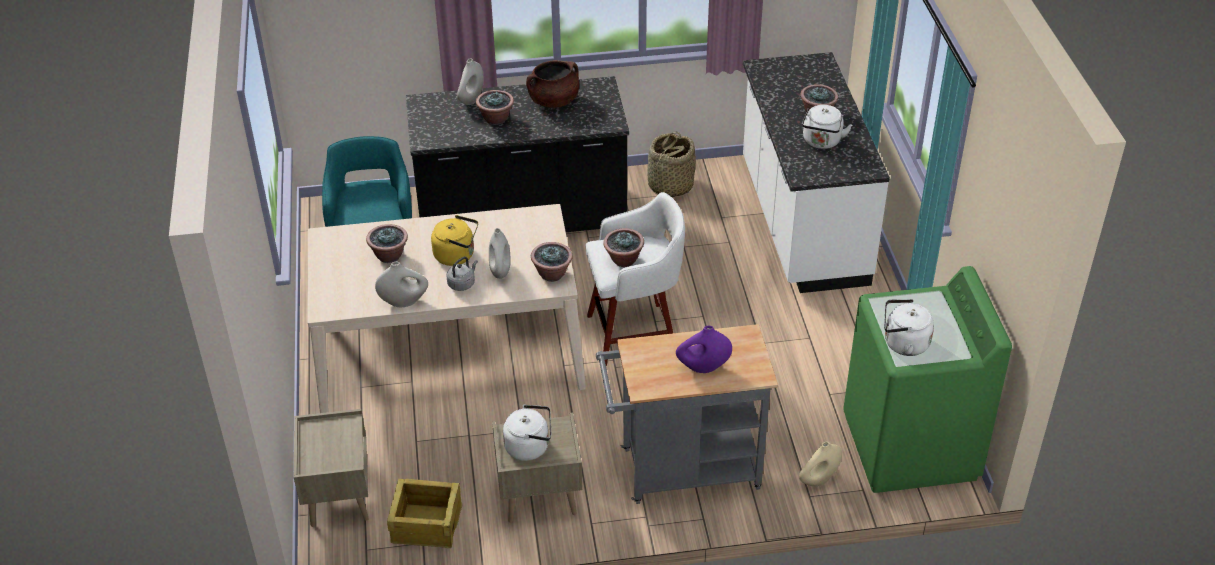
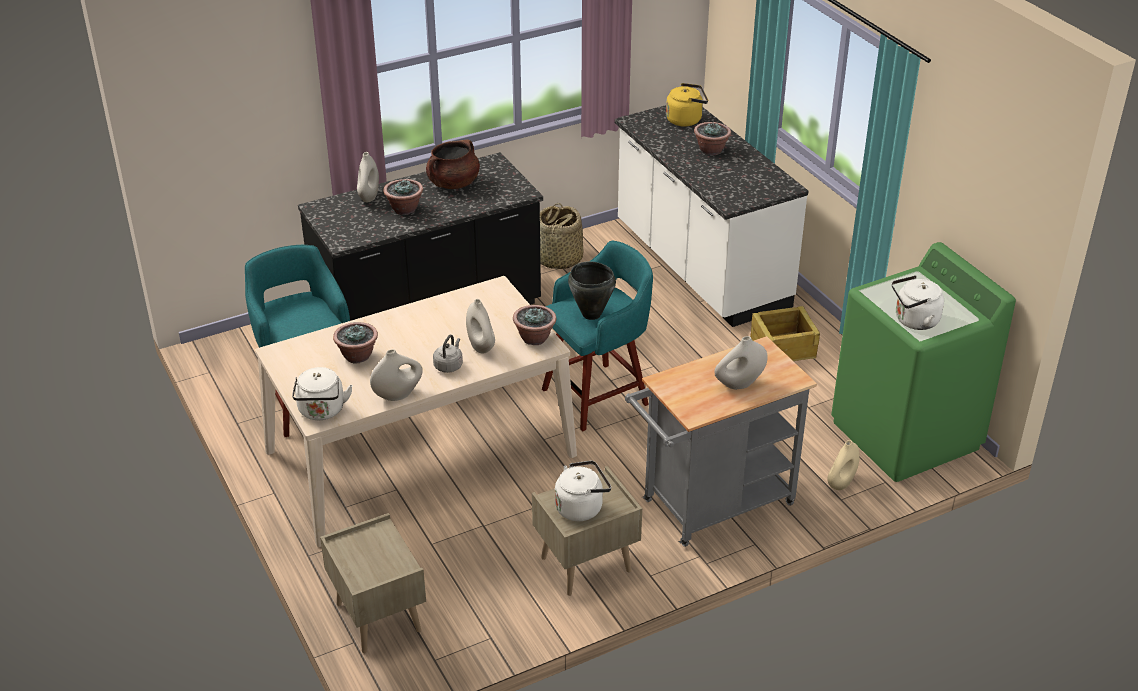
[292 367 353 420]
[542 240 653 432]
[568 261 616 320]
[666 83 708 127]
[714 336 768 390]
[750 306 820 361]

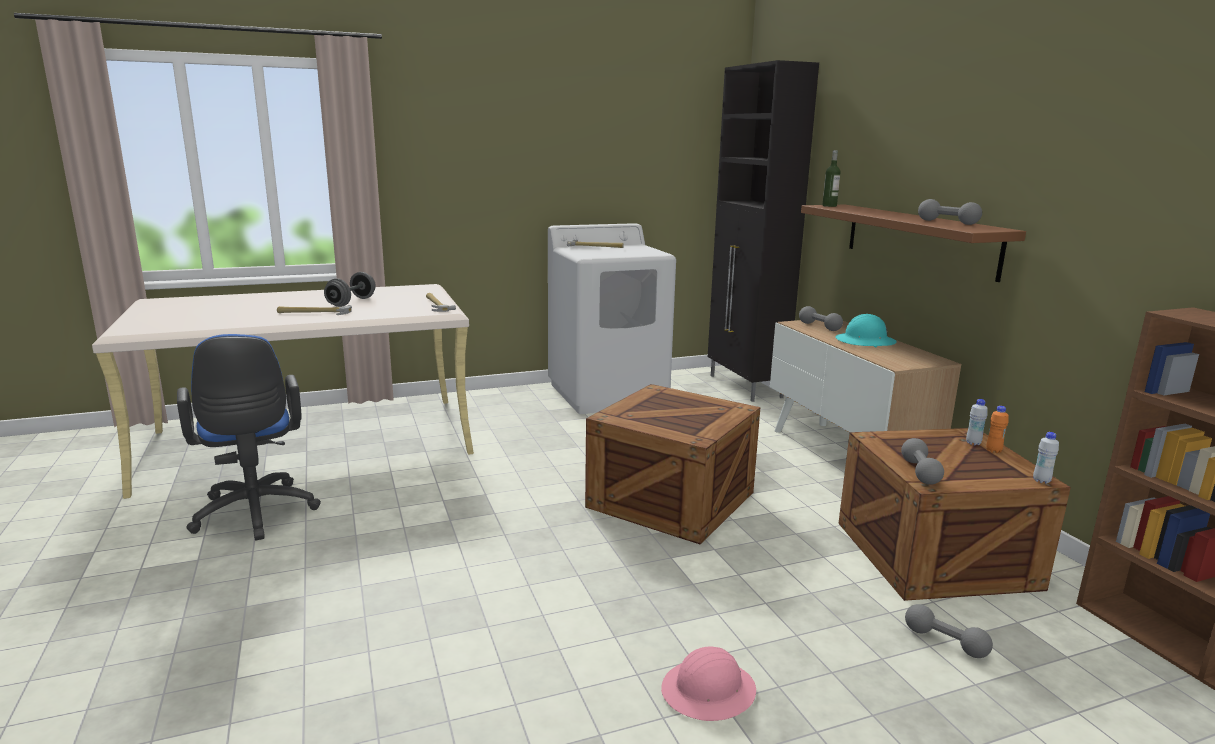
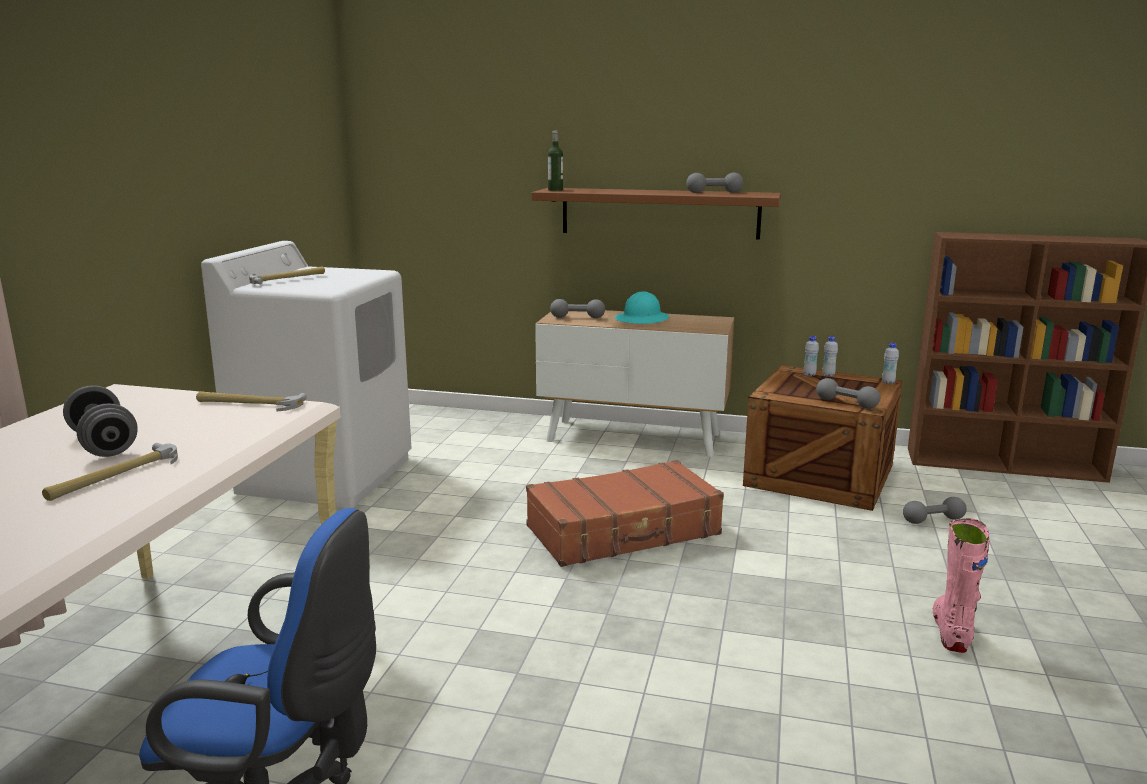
[526 460 724 567]
[822 336 838 377]
[933 518 990 653]
[708 60 819 402] (first image)

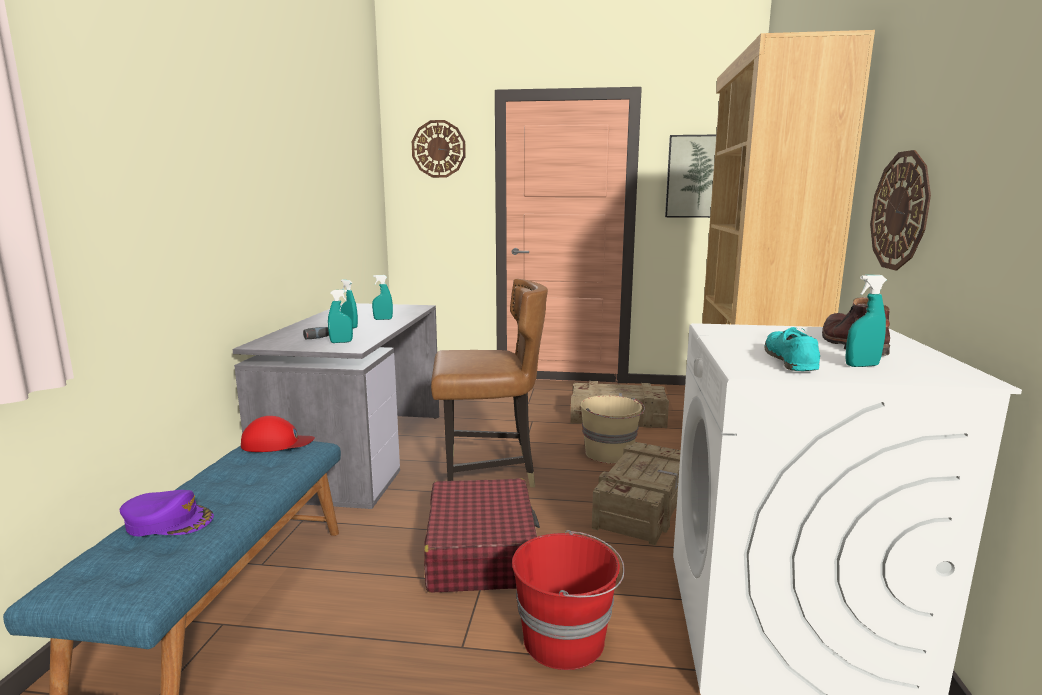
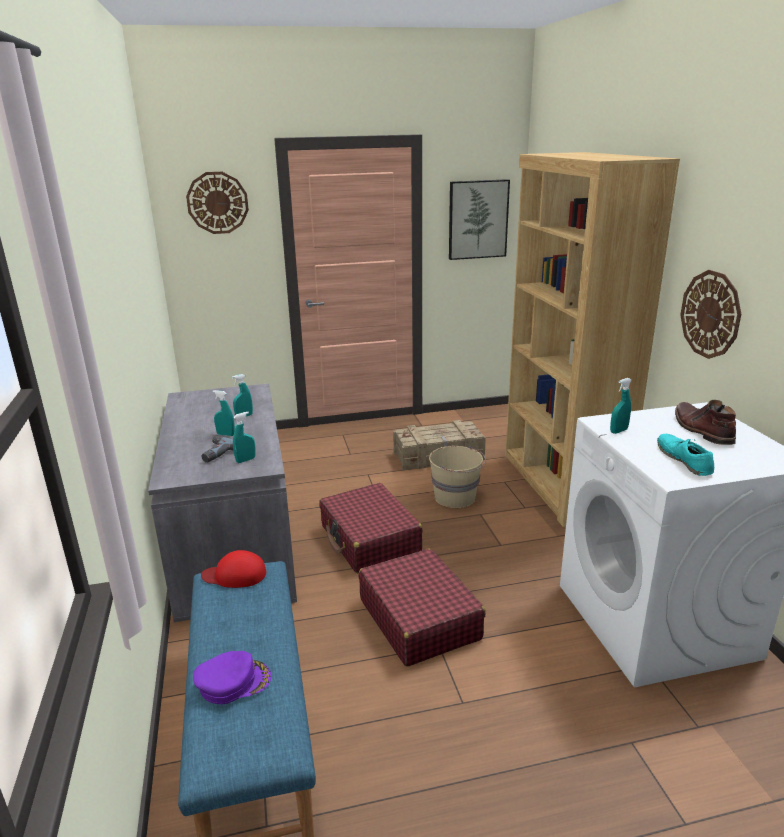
[201 550 266 588]
[319 483 423 573]
[610 378 632 434]
[512 530 625 670] (first image)
[592 442 681 546] (first image)

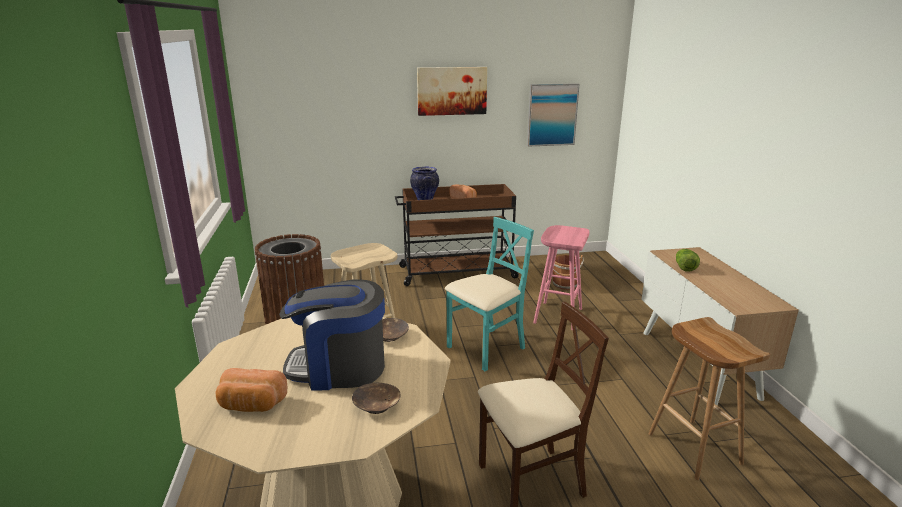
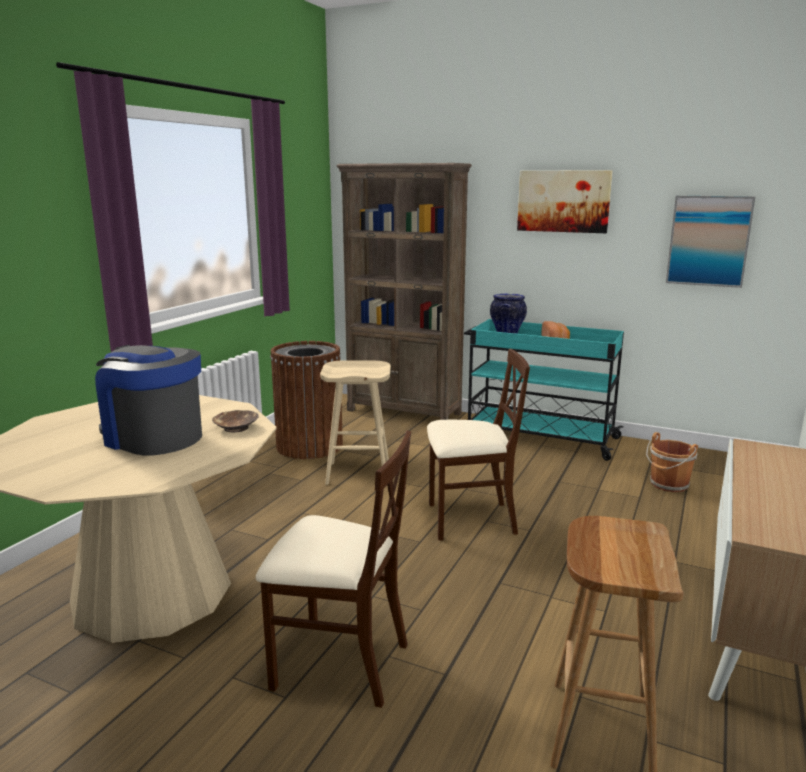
[336 163 472 420]
[427 349 530 541]
[464 319 624 461]
[216 368 287 412] (first image)
[352 383 401 414] (first image)
[533 225 589 331] (first image)
[676 249 700 272] (first image)

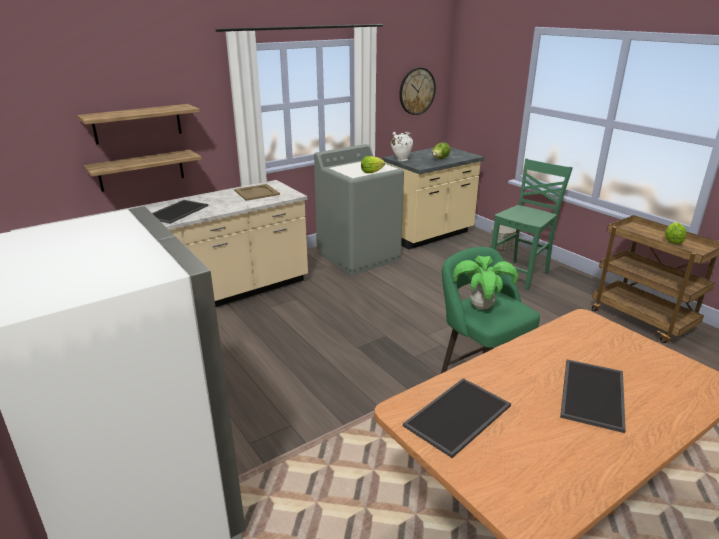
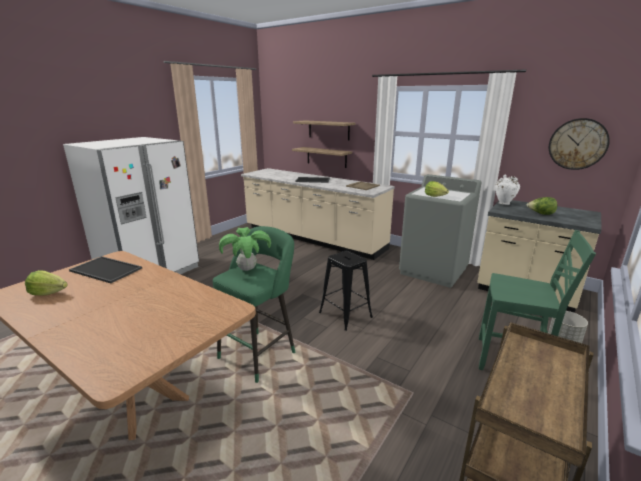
[25 270 68 296]
[319 251 373 331]
[560 360 626 433] (first image)

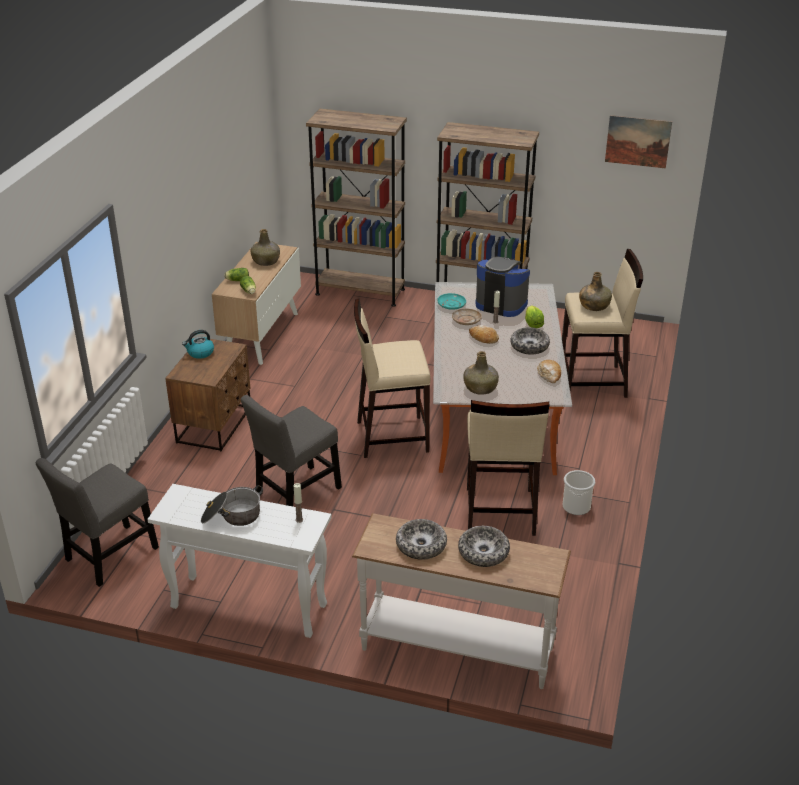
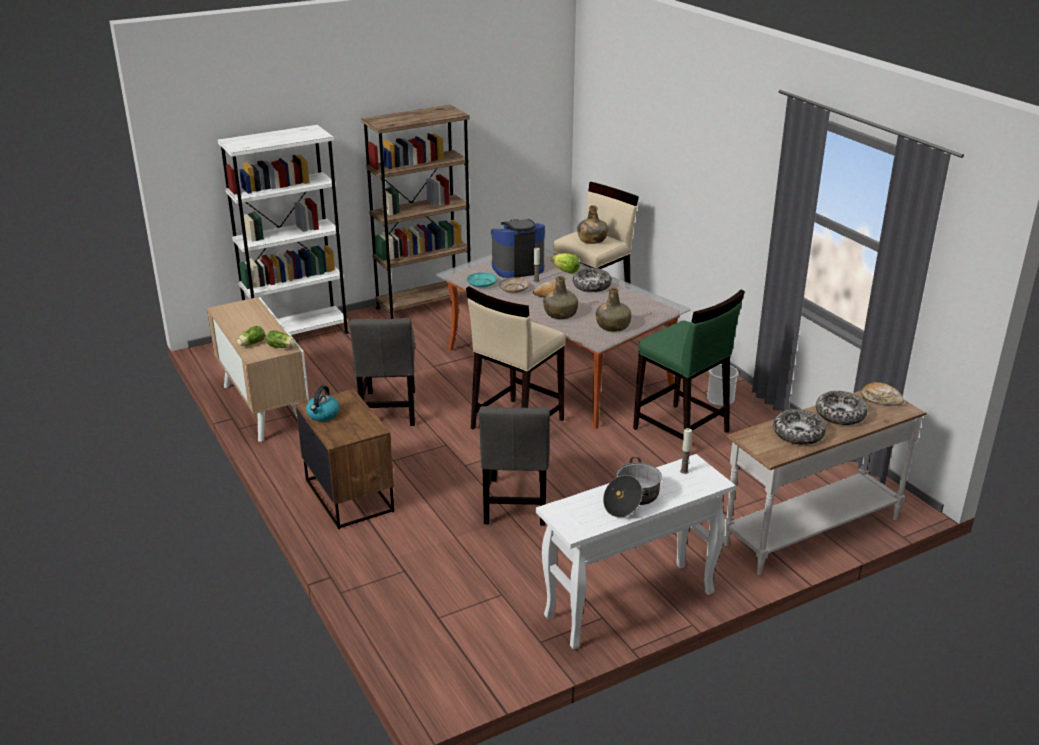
[218 125 349 335]
[349 318 415 426]
[543 276 578 319]
[633 289 745 439]
[861 382 904 406]
[605 115 672 168] (first image)

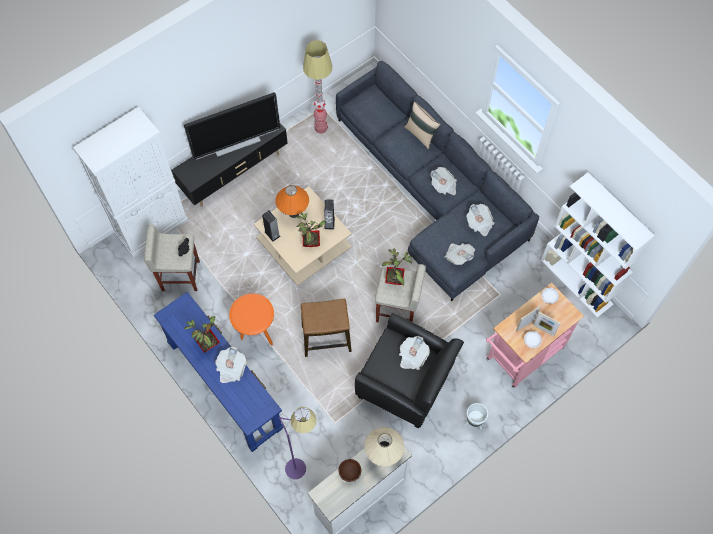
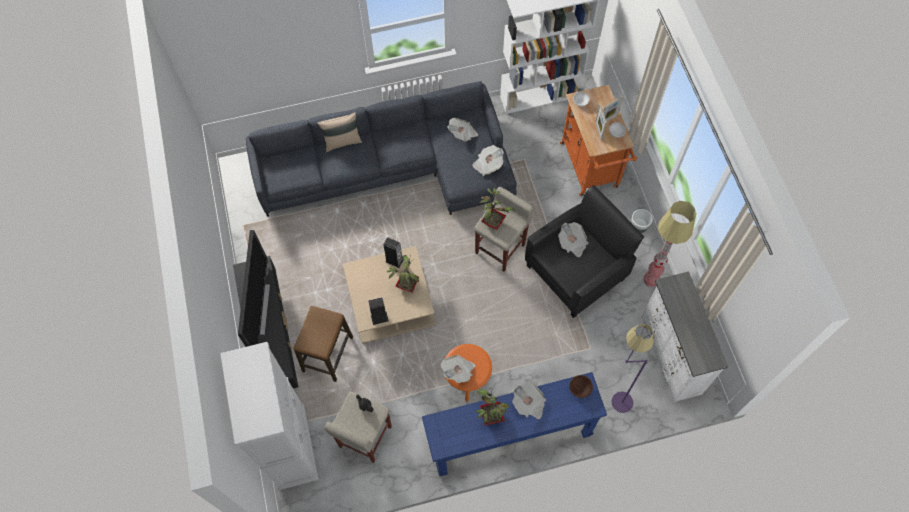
[294 306 353 382]
[441 355 475 383]
[560 85 637 196]
[569 375 593 398]
[643 201 696 287]
[275 185 309 218] (first image)
[364 427 405 467] (first image)

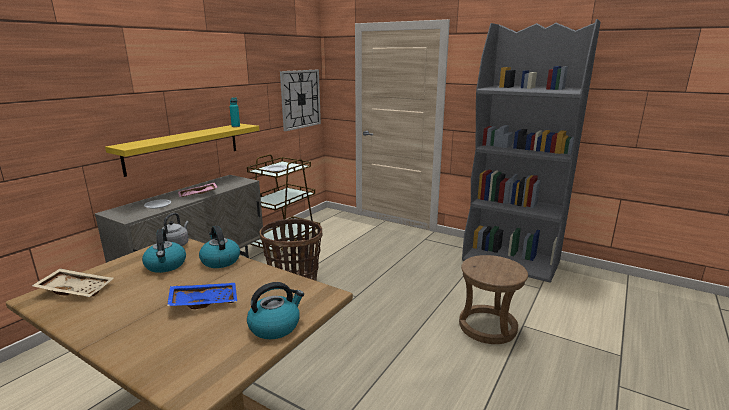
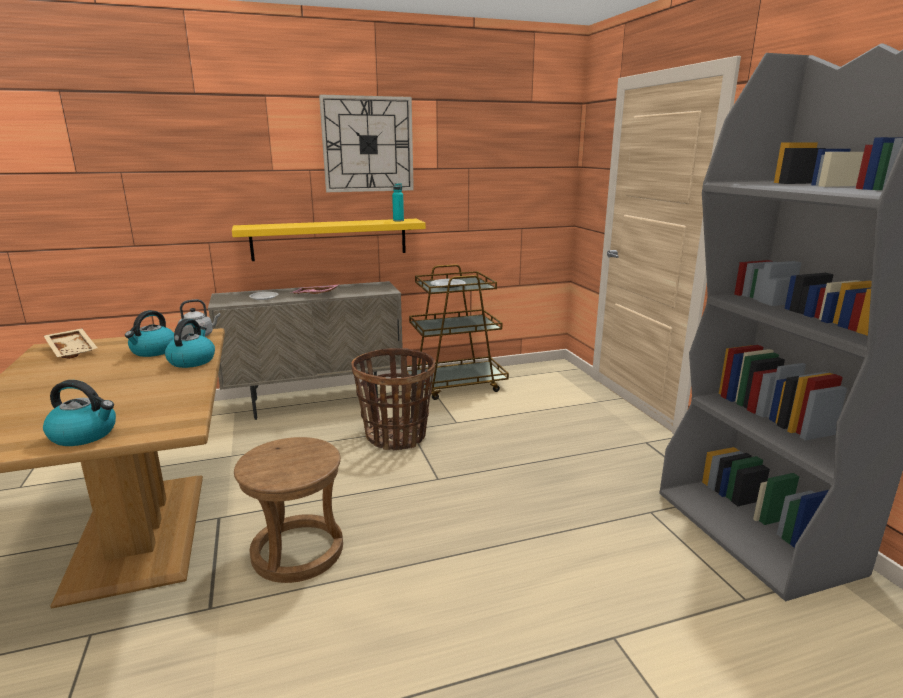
[234 437 343 583]
[319 94 414 192]
[167 283 237 309] (first image)

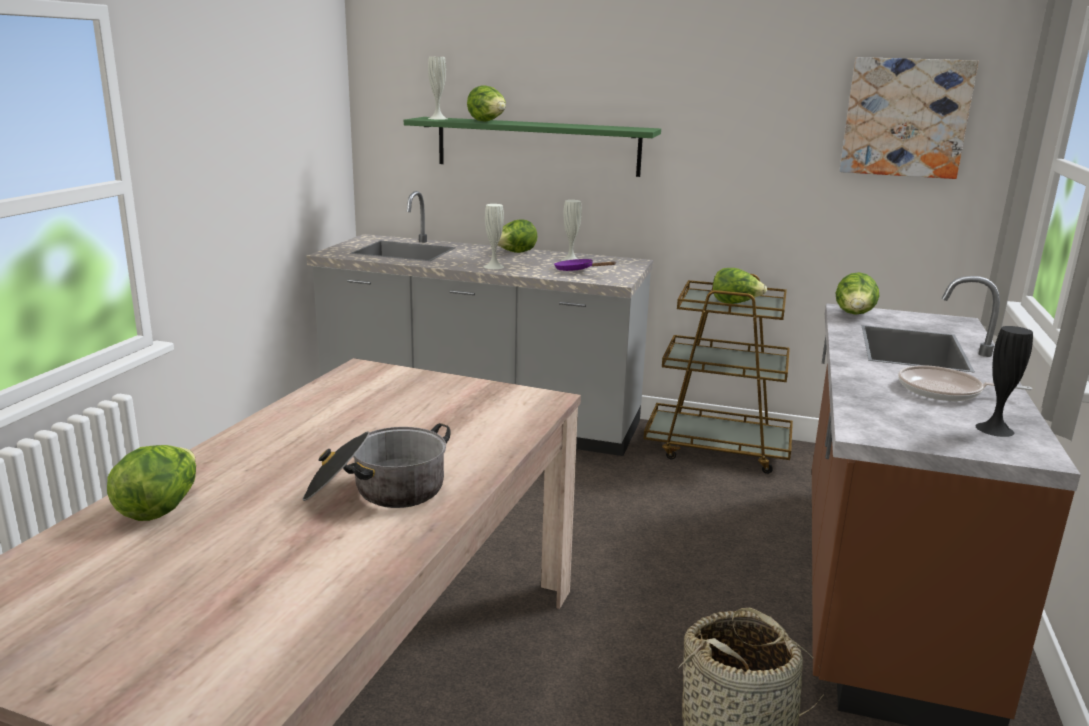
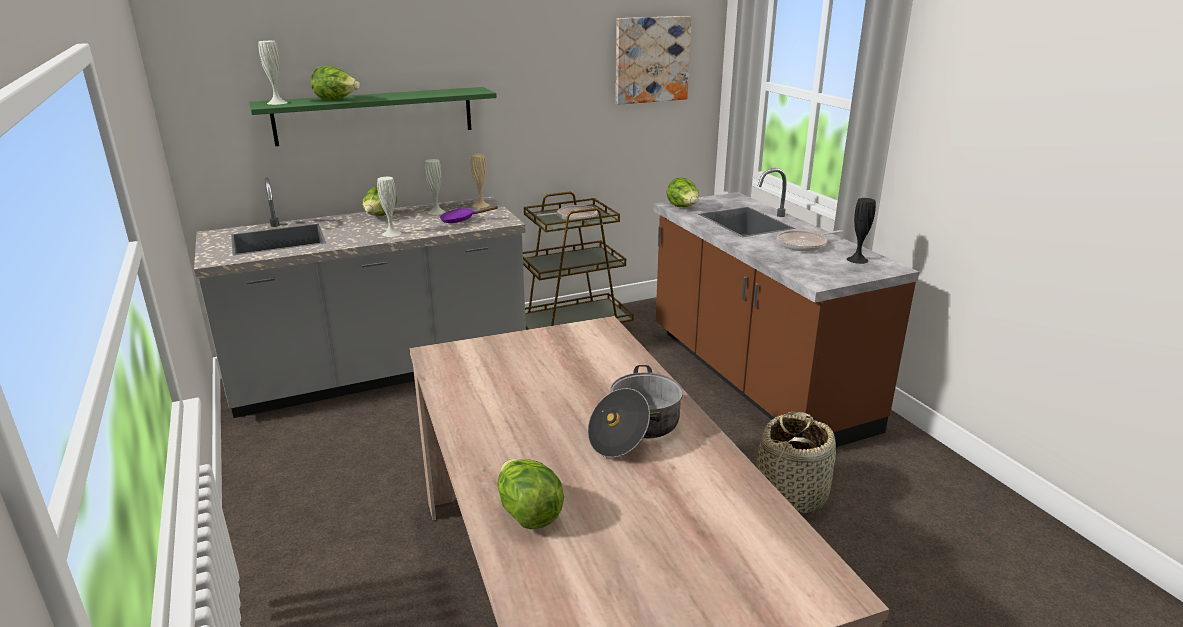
[471 154 489 208]
[537 205 598 222]

